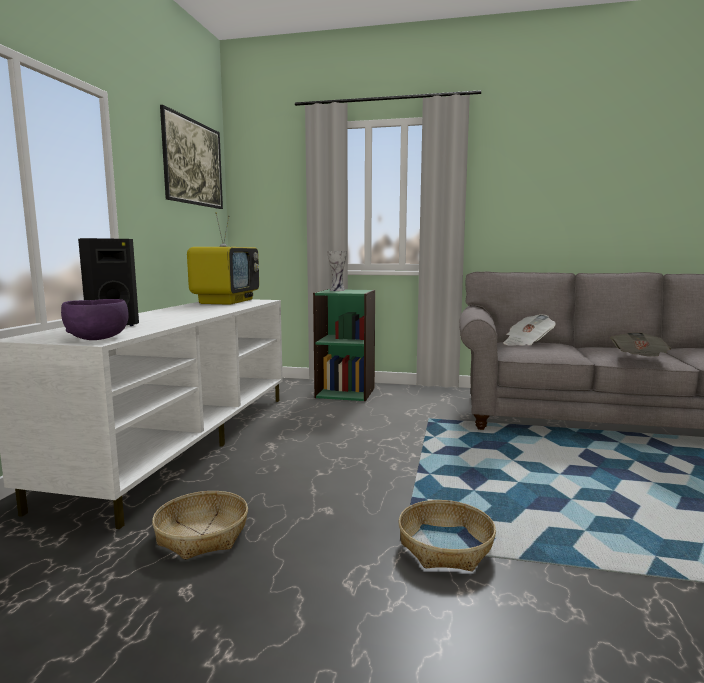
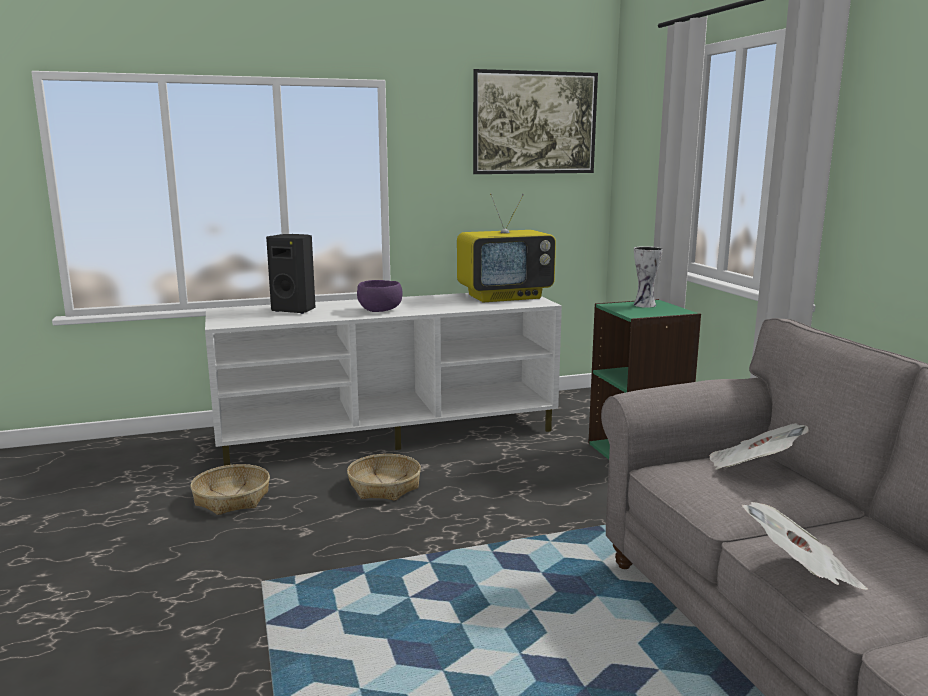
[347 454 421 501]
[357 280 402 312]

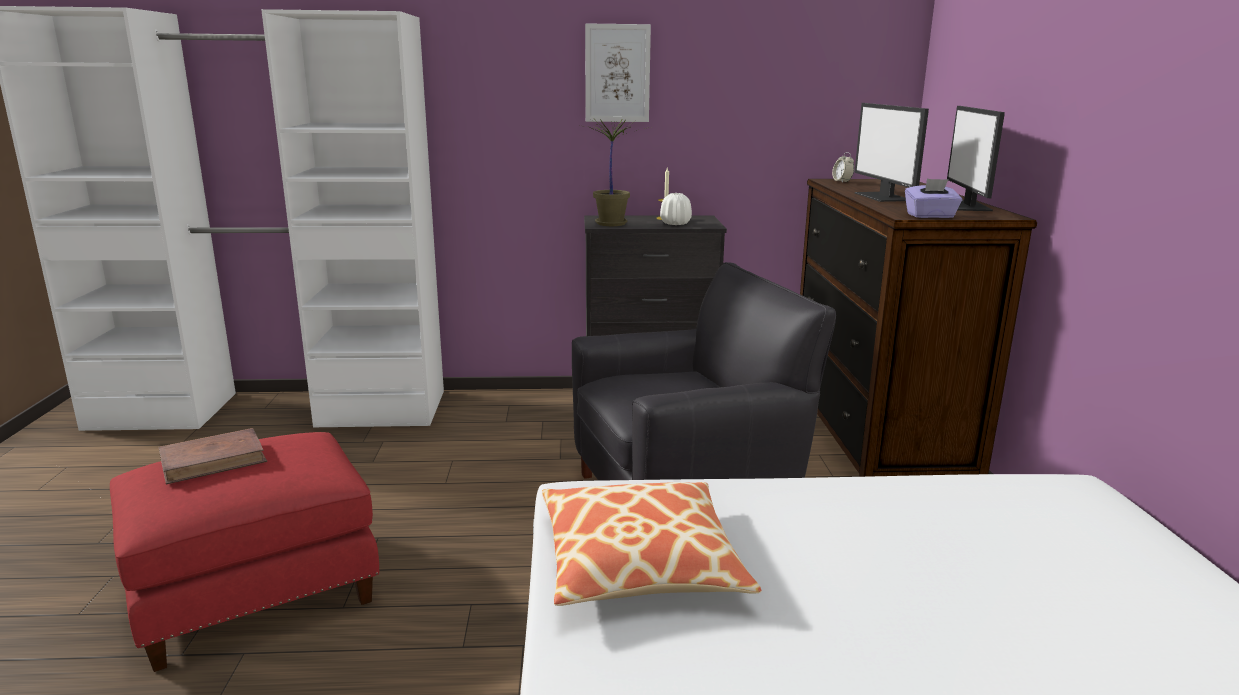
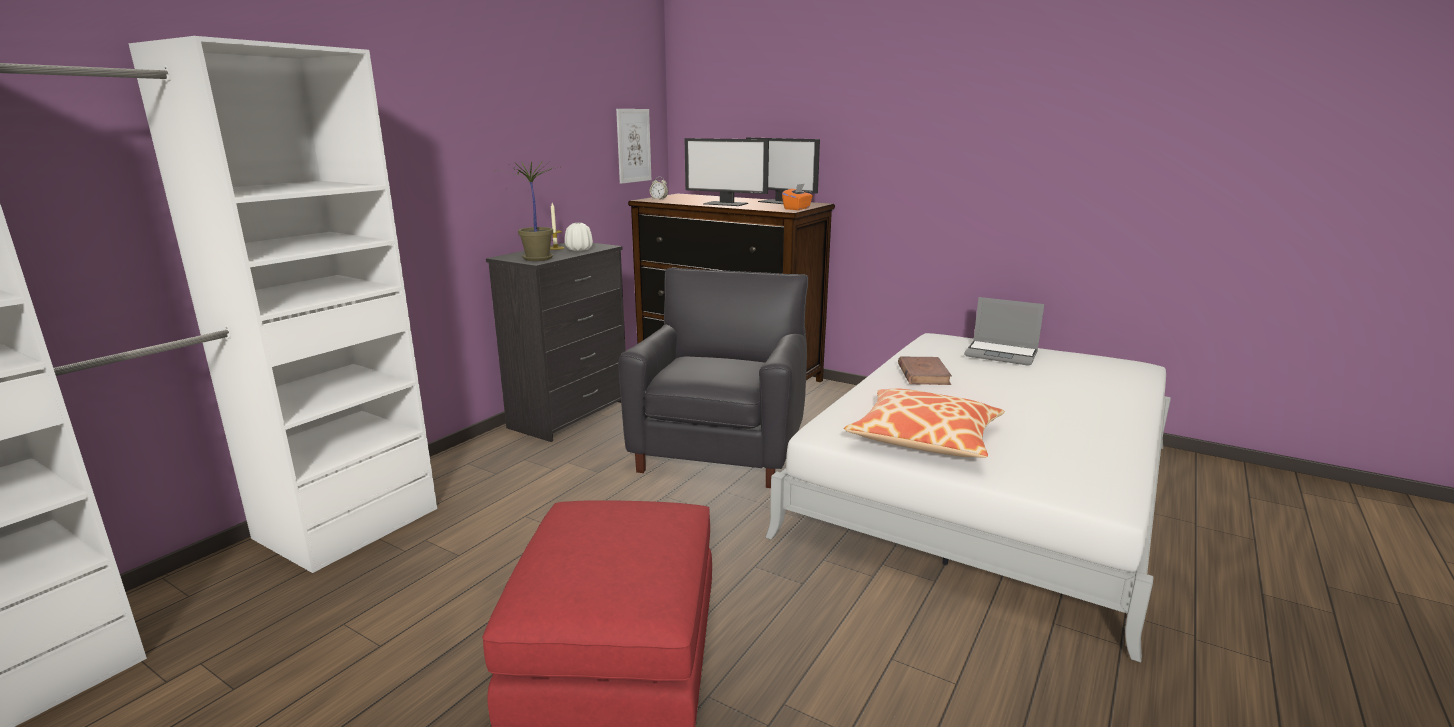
[616 109 651 184]
[782 183 813 210]
[898 357 952 385]
[964 297 1044 366]

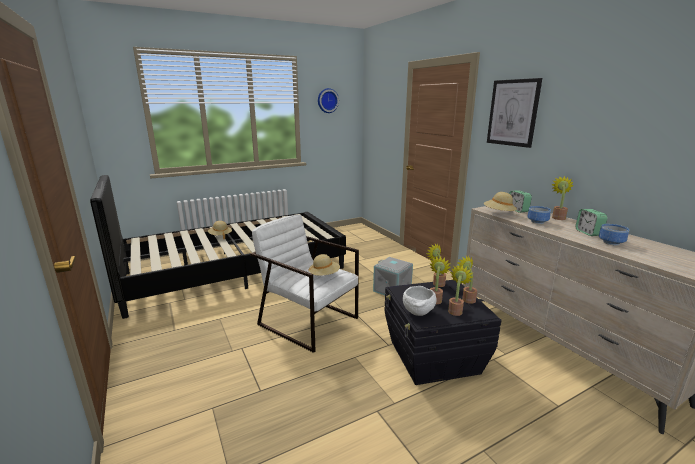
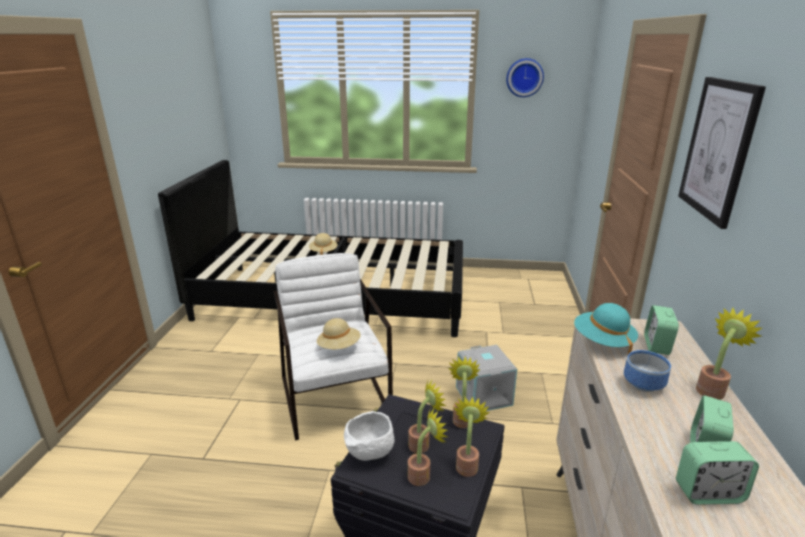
[574 303 638 356]
[676 441 759 505]

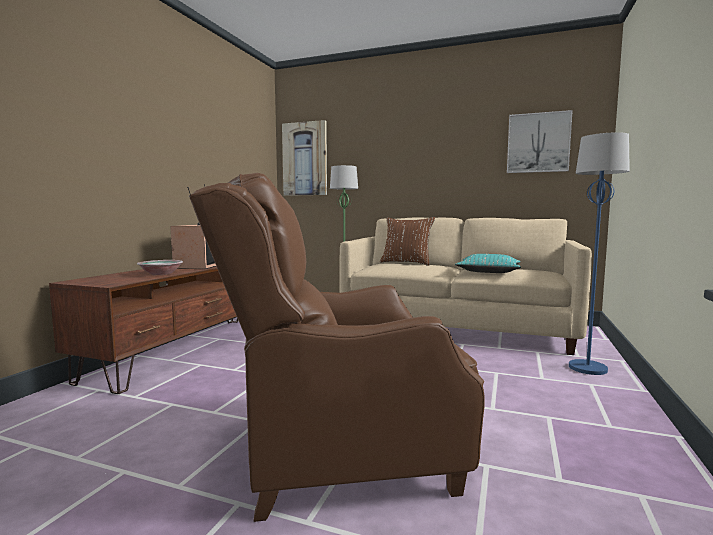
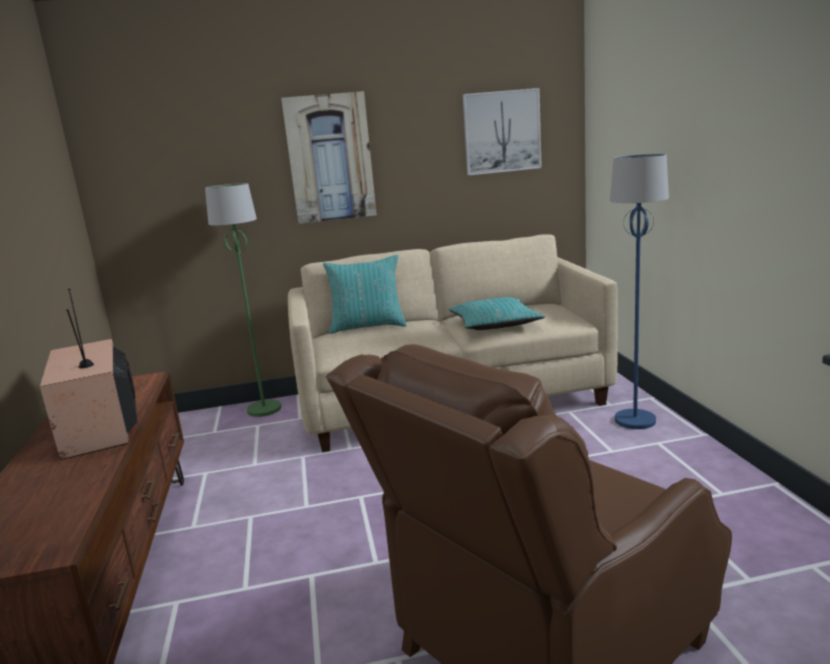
[281 91 377 224]
[323 255 407 334]
[137 260 183 275] (first image)

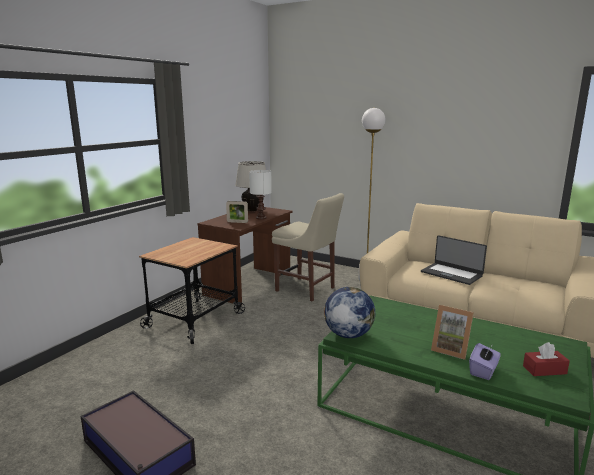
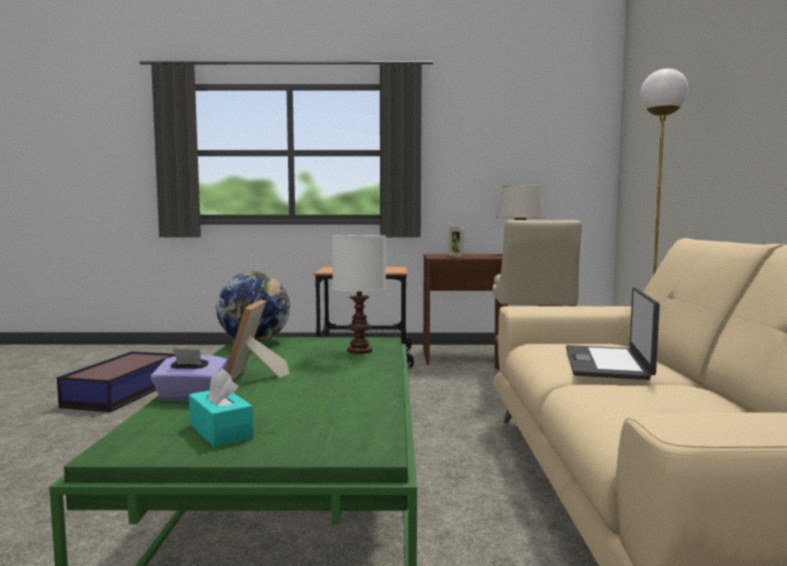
[189 368 254 447]
[332 235 386 354]

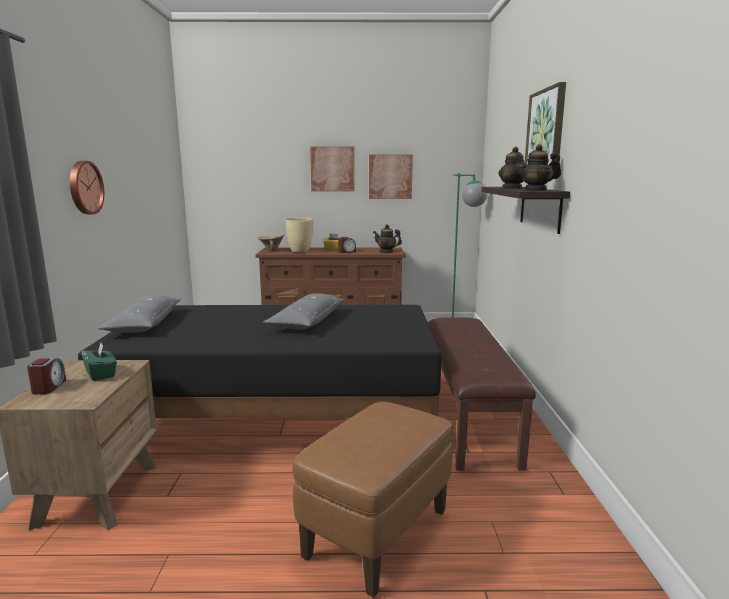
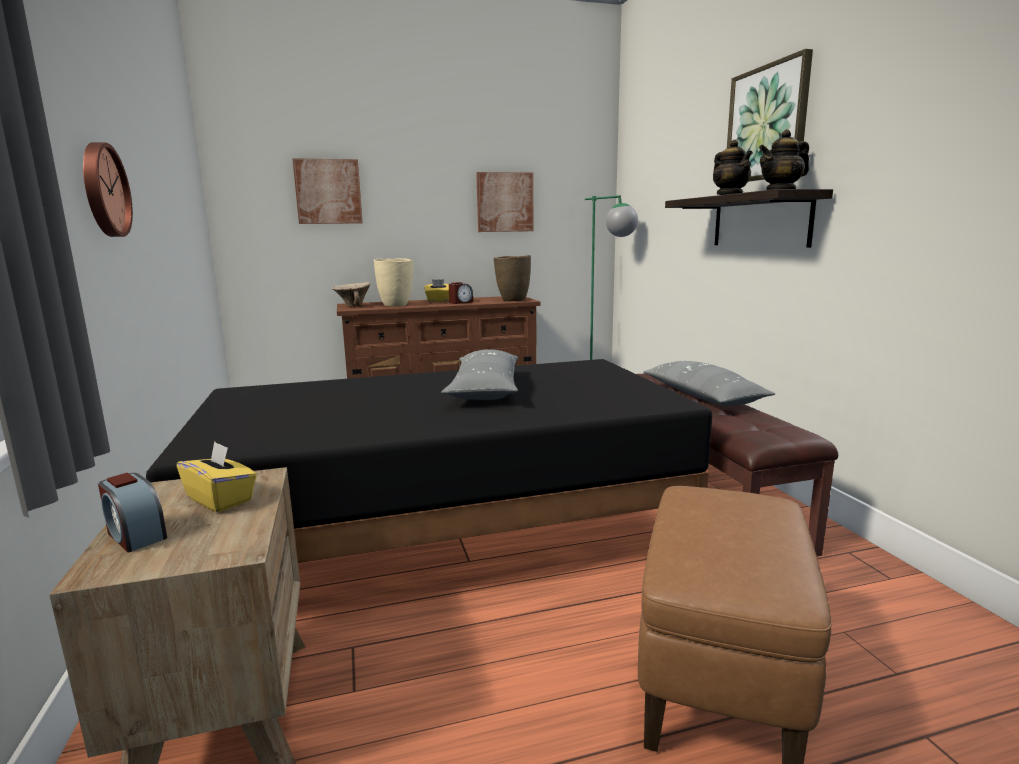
[98 473 167 553]
[177 441 257 512]
[292 158 363 224]
[494 255 531 301]
[644 361 775 406]

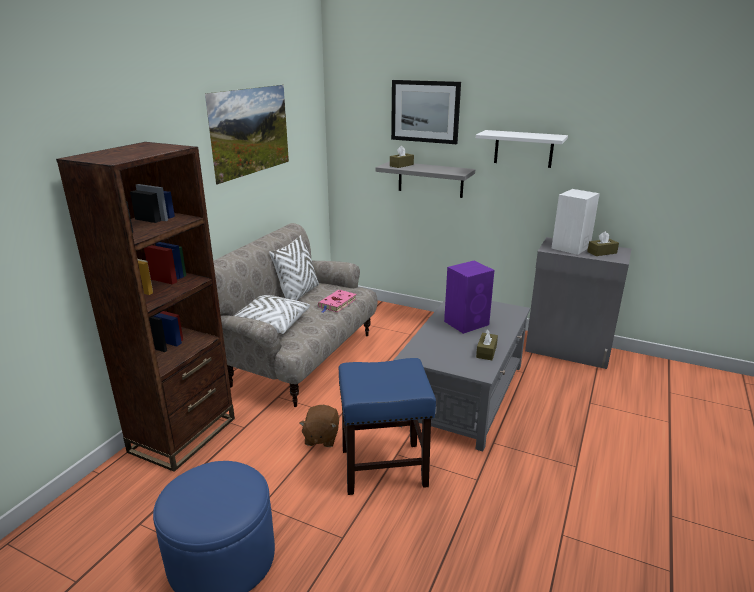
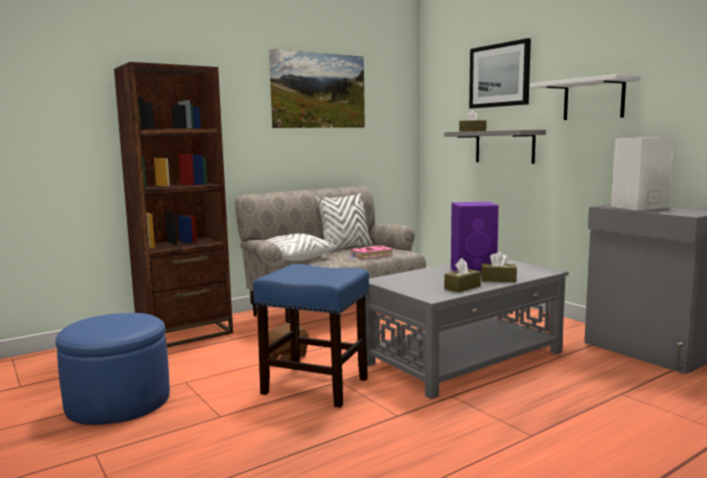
[481 251 517 282]

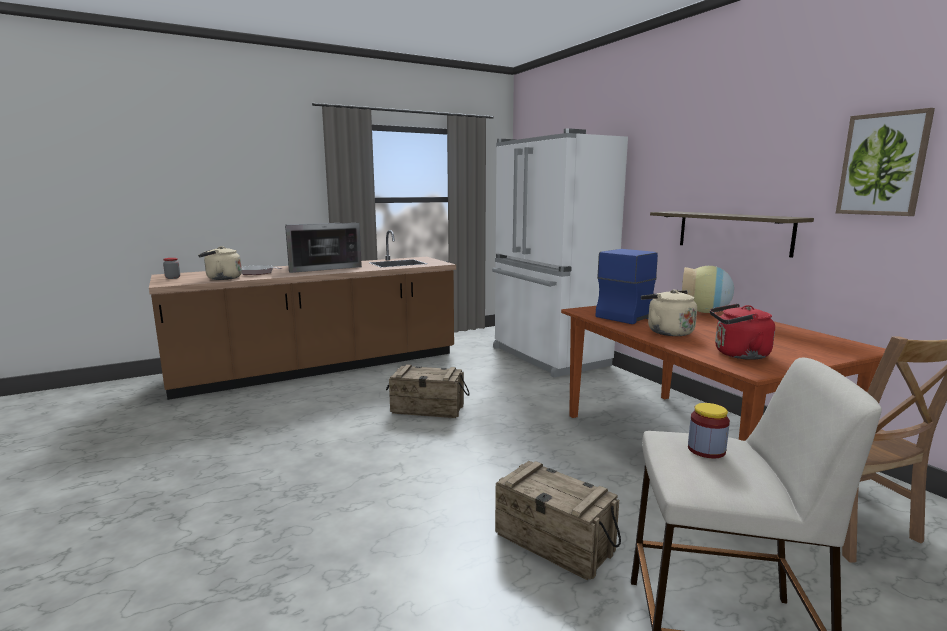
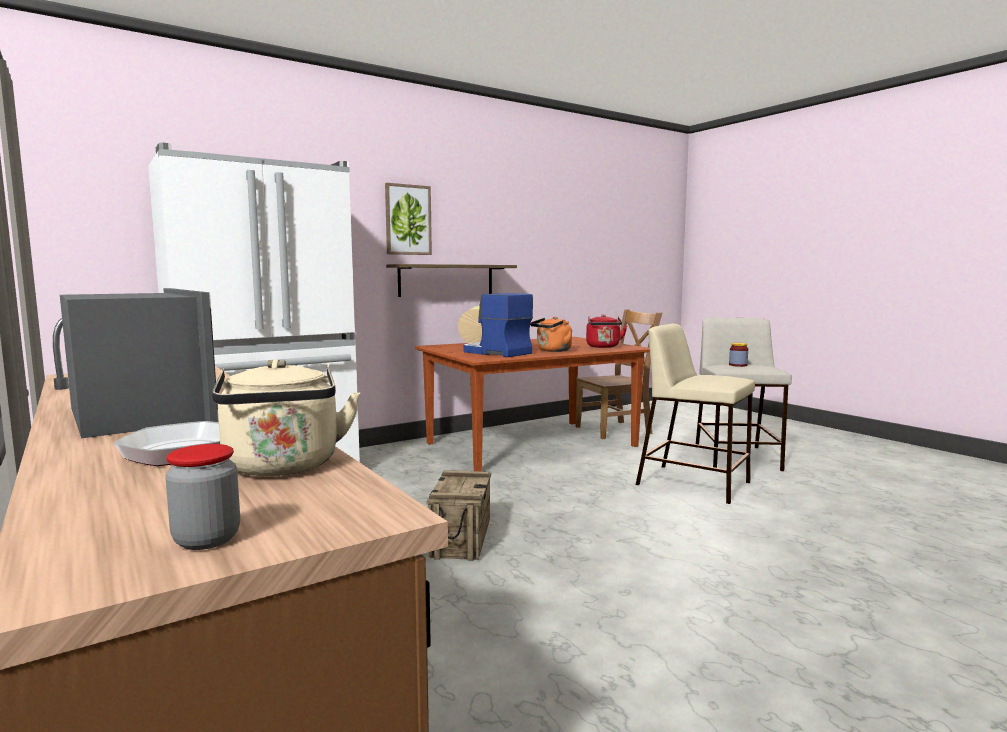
[385 183 432 255]
[530 316 572 352]
[636 324 755 504]

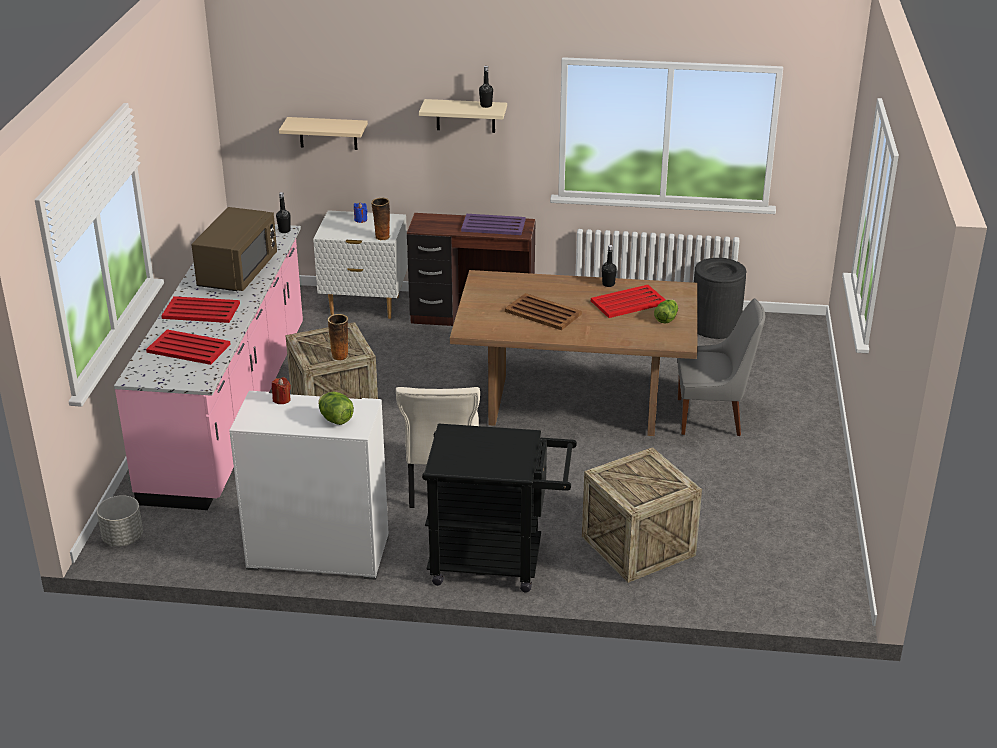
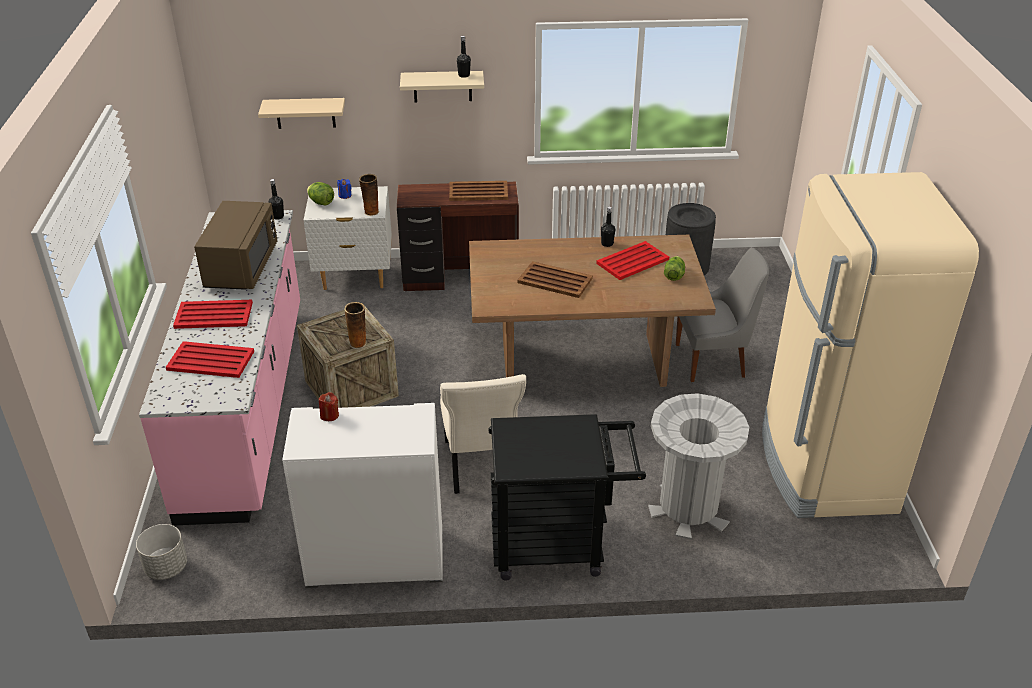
[307 182 334 206]
[449 181 508 201]
[648 393 749 540]
[762 172 979 518]

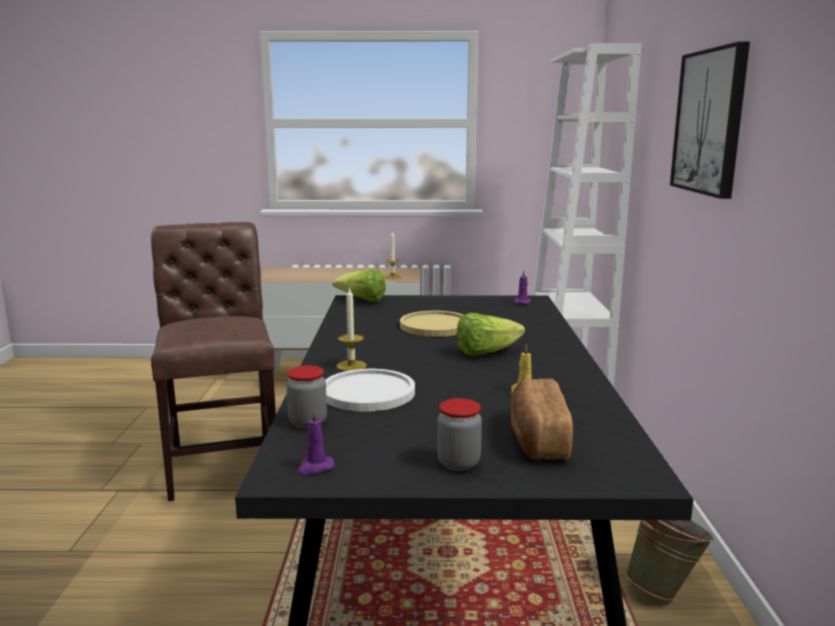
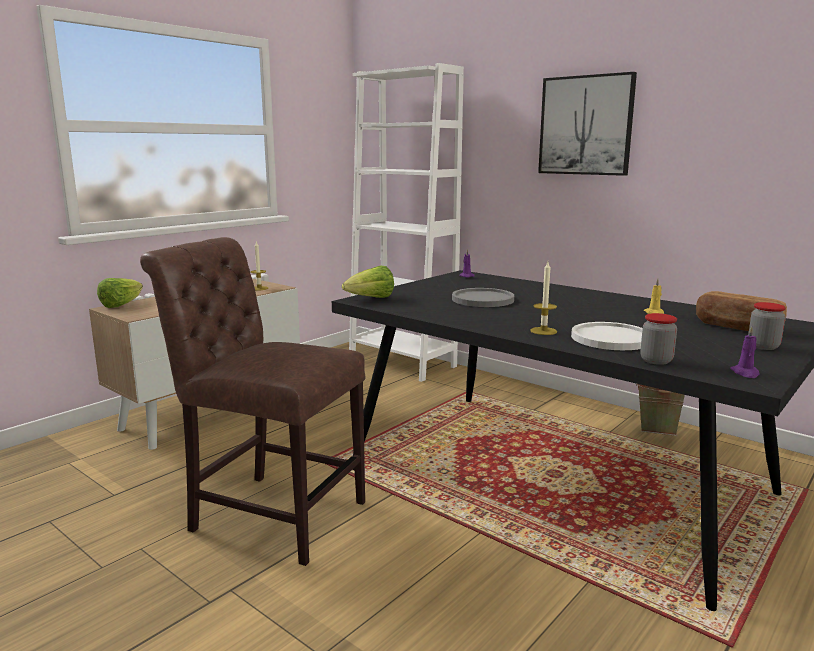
[97 278 143 308]
[452 288 514 307]

